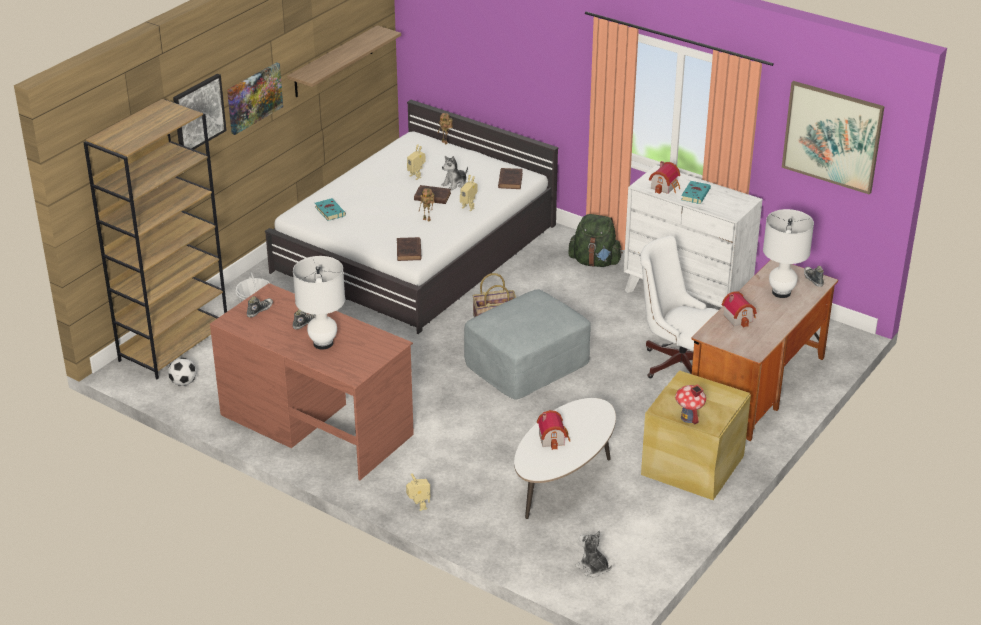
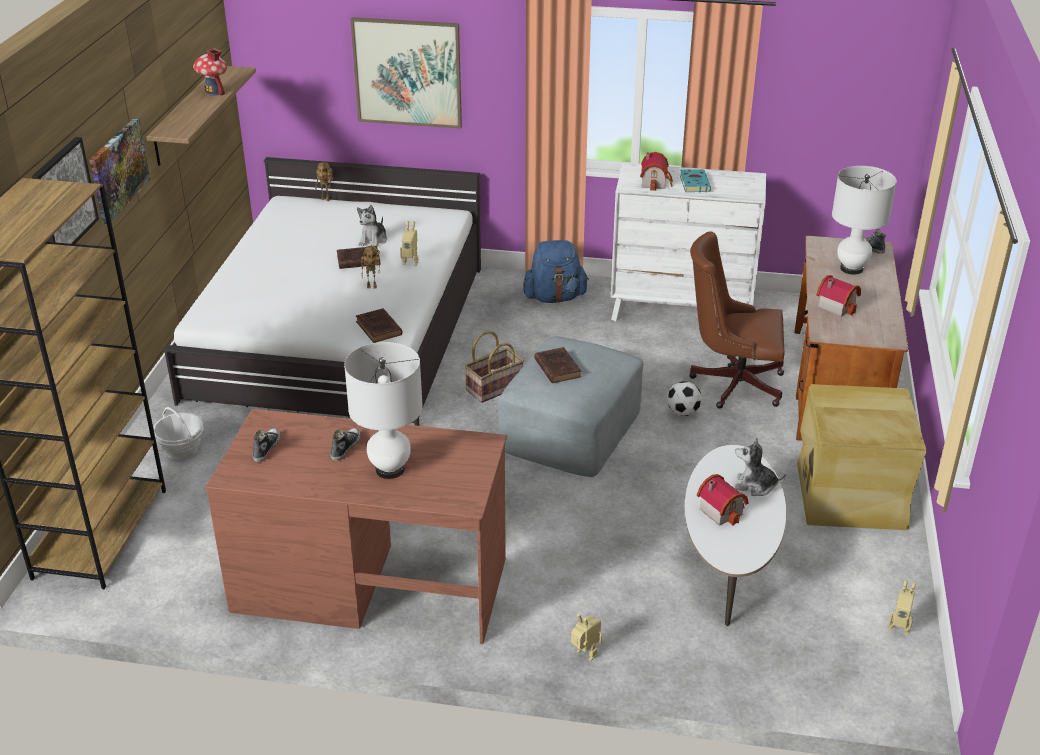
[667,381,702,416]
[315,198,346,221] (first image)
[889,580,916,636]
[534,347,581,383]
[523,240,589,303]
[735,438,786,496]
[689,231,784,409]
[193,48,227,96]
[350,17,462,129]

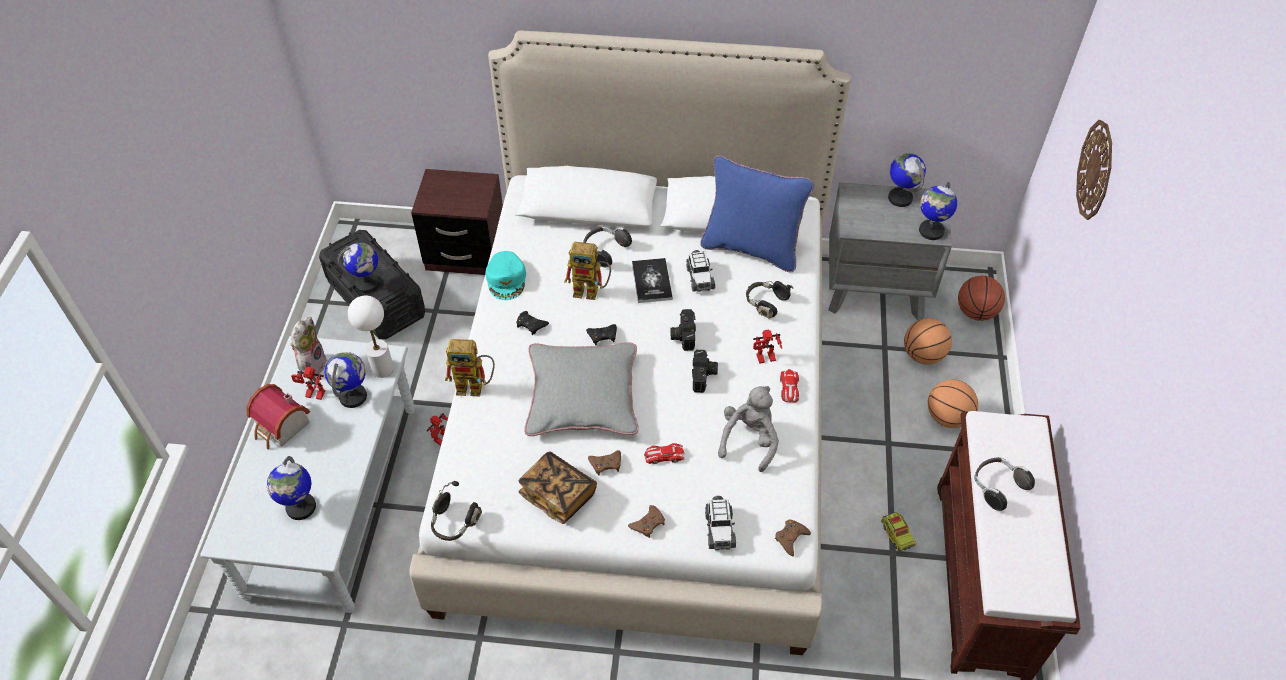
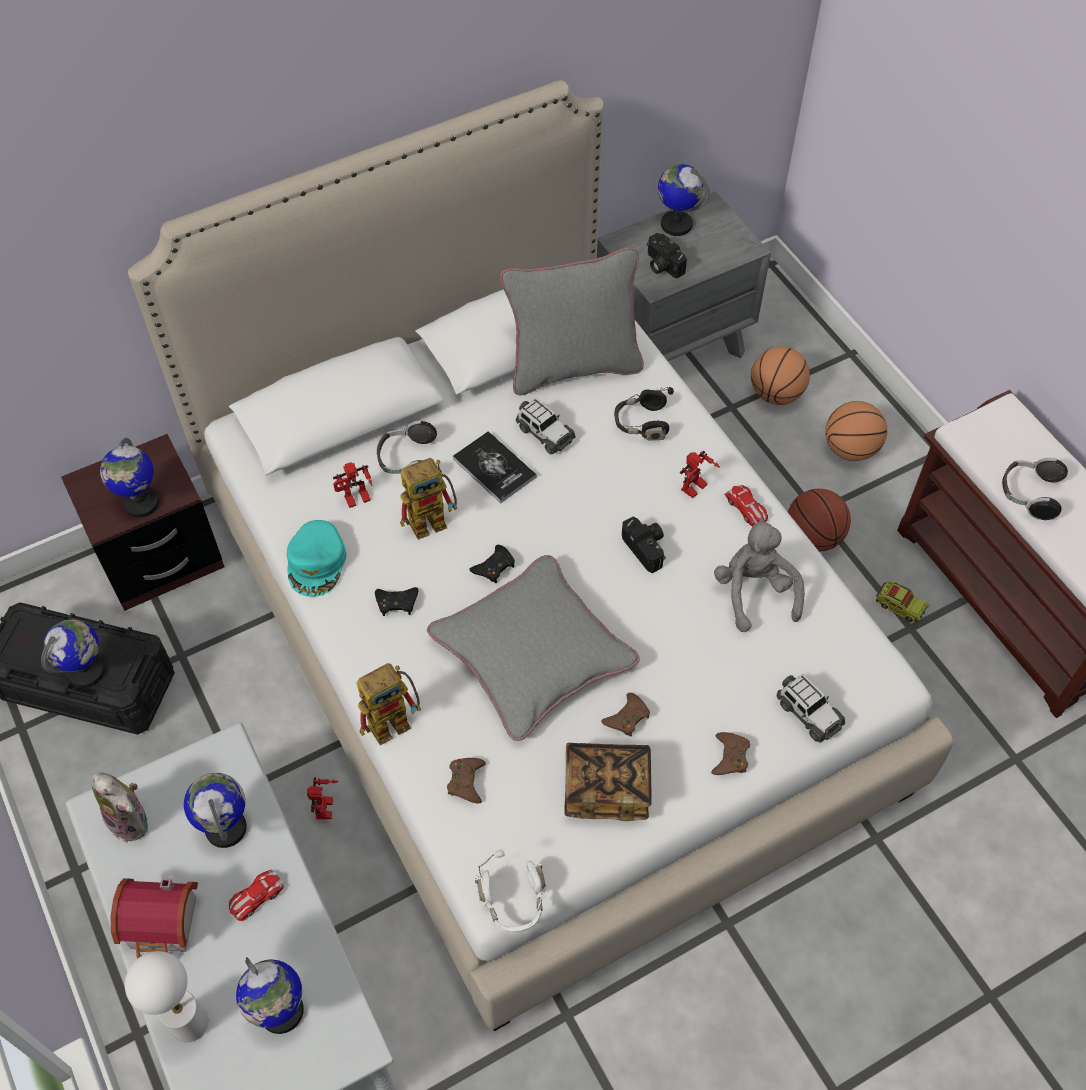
[92,772,148,843]
[333,462,373,508]
[125,951,208,1042]
[475,850,547,933]
[287,520,346,597]
[229,869,285,921]
[647,233,687,278]
[500,247,644,396]
[447,758,486,804]
[100,438,159,518]
[788,489,851,552]
[1076,120,1112,220] (first image)

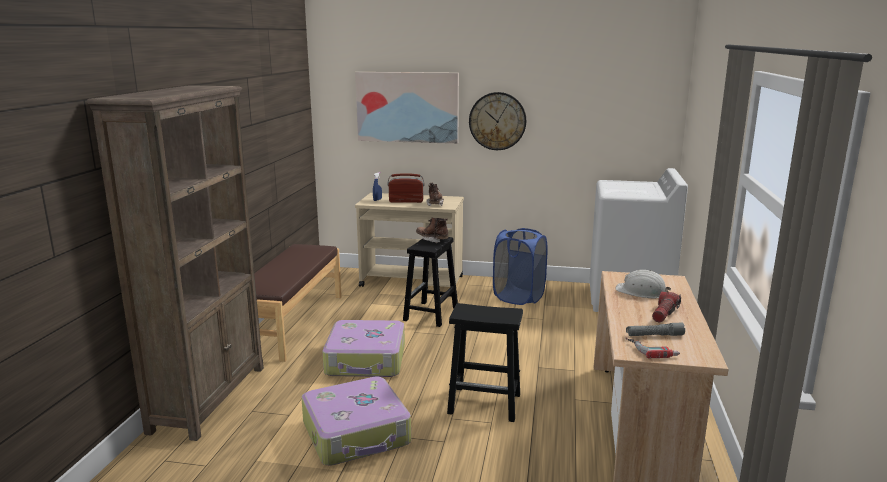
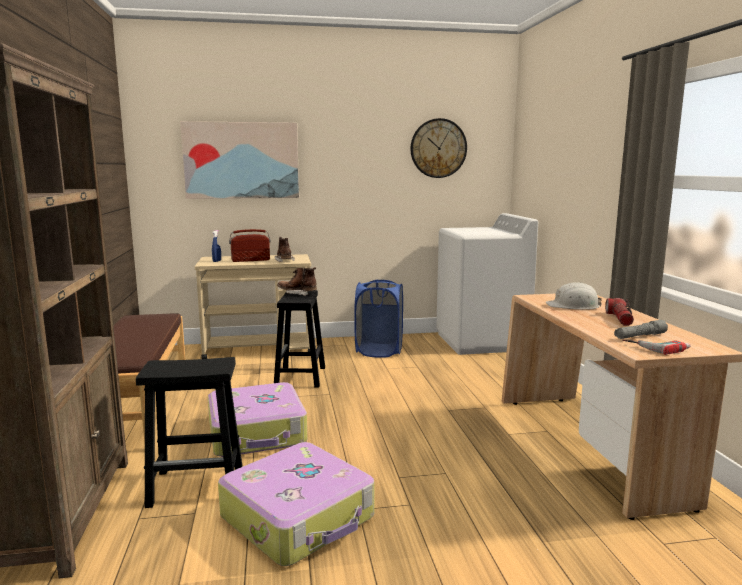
[136,357,242,508]
[411,118,467,178]

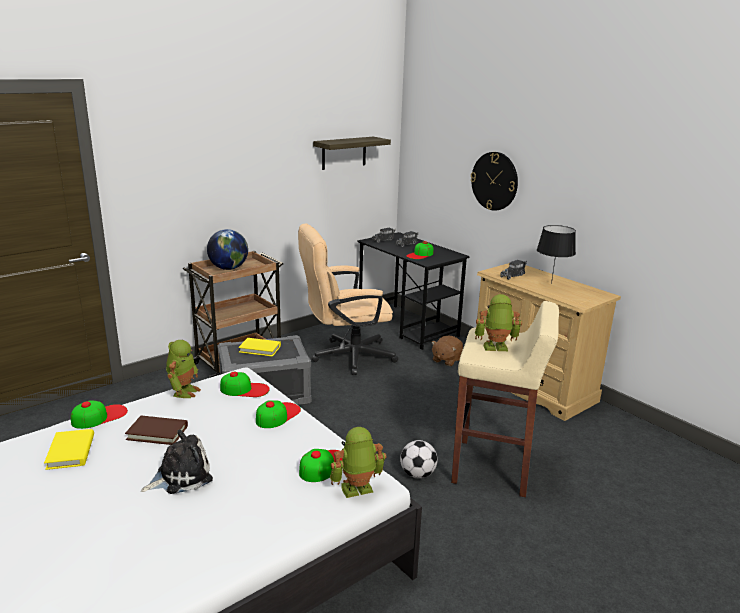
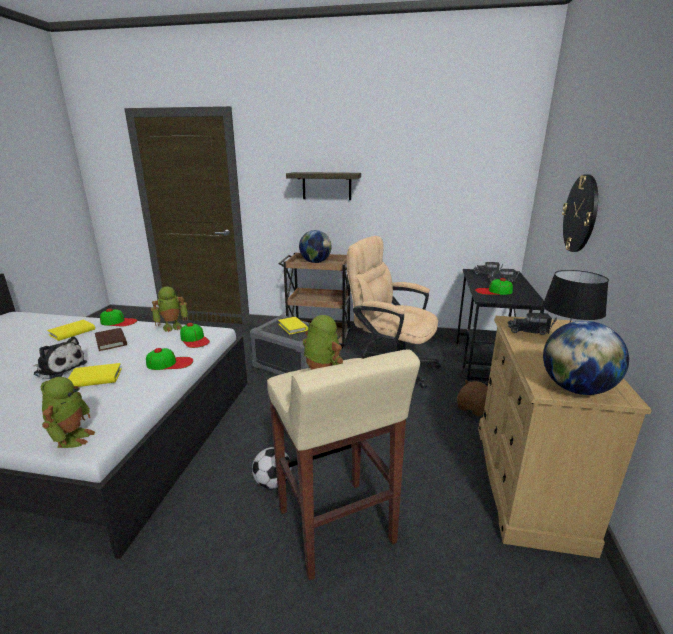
[299,449,342,482] (first image)
[286,172,361,200]
[40,377,96,448]
[457,380,488,417]
[68,363,122,387]
[543,321,629,395]

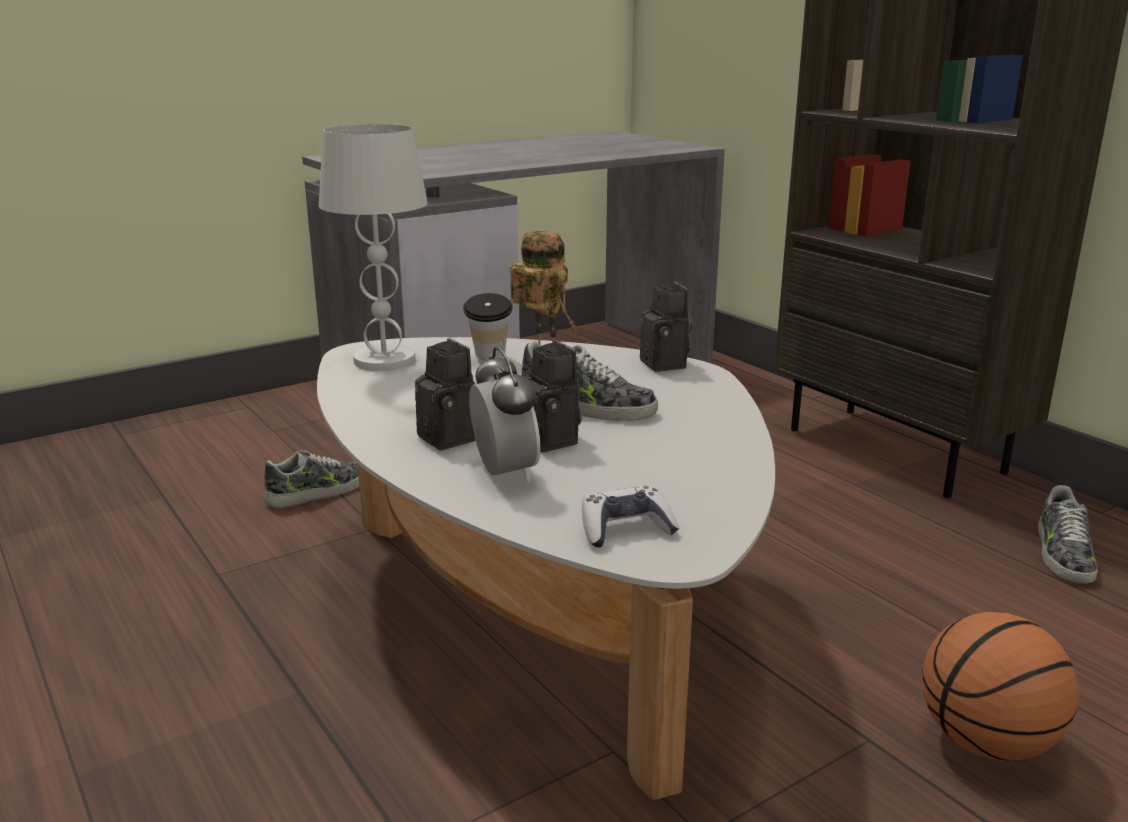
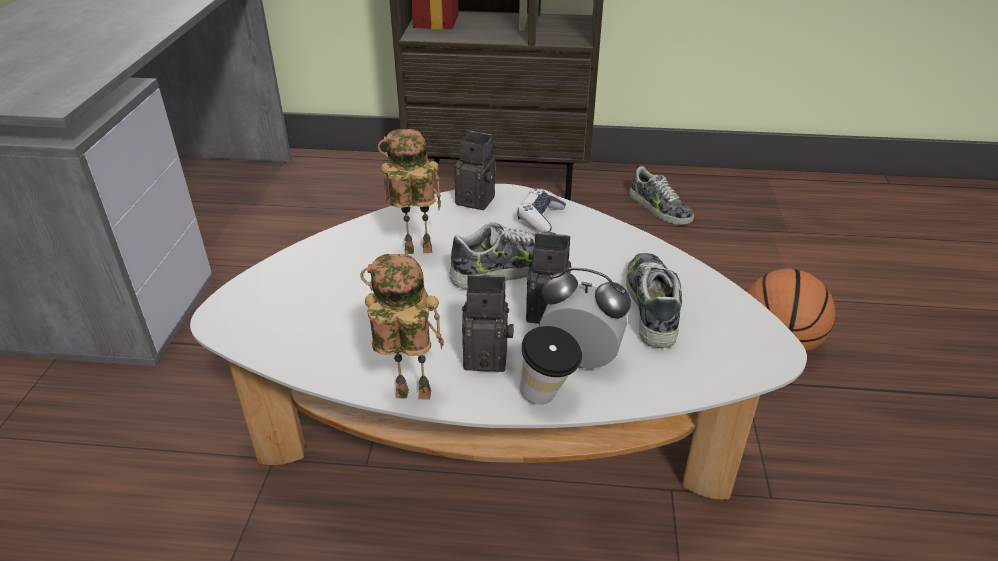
[626,253,682,348]
[319,124,428,371] (first image)
[520,326,582,405]
[517,188,566,233]
[360,254,444,400]

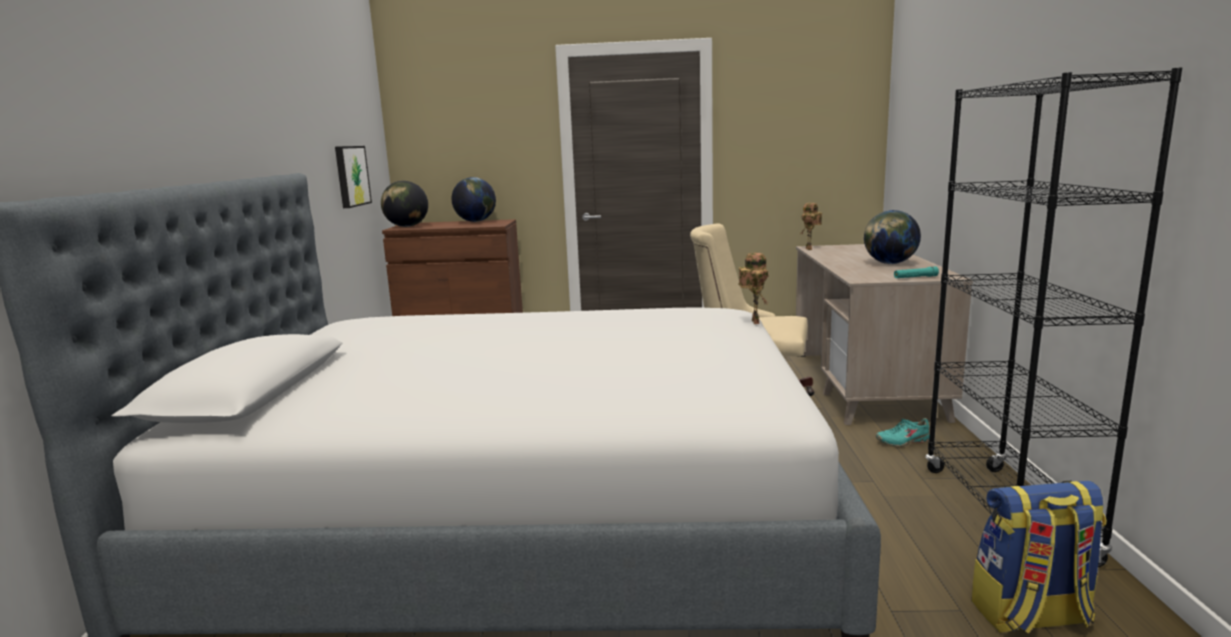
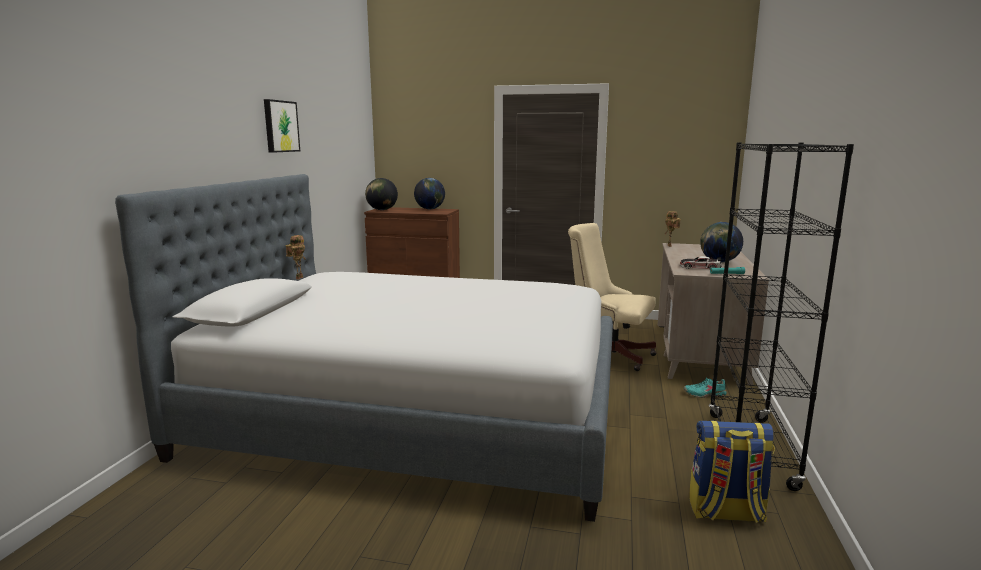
[264,99,300,153]
[285,235,306,279]
[680,256,722,269]

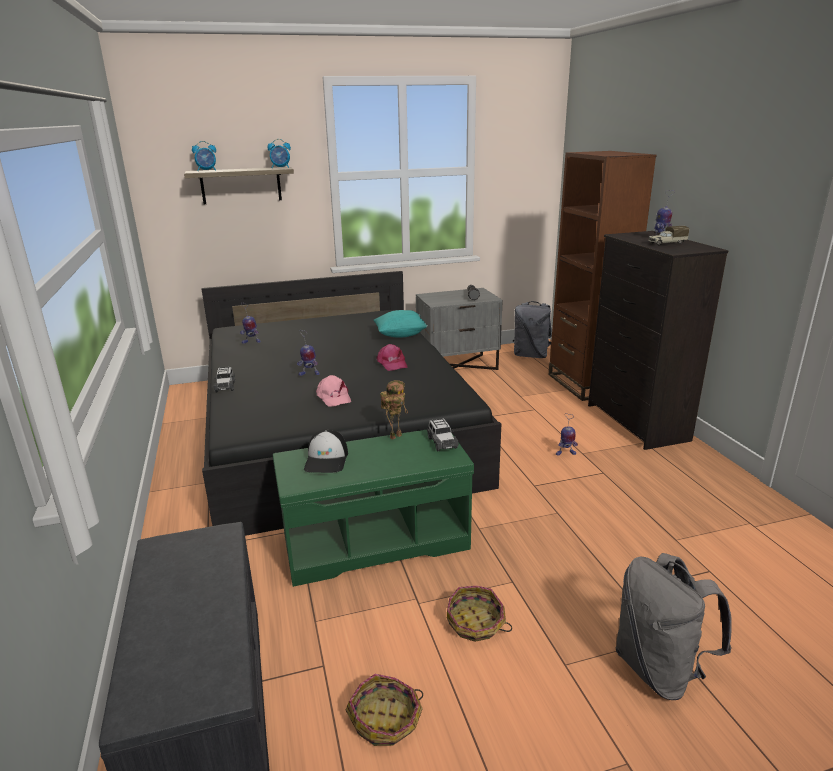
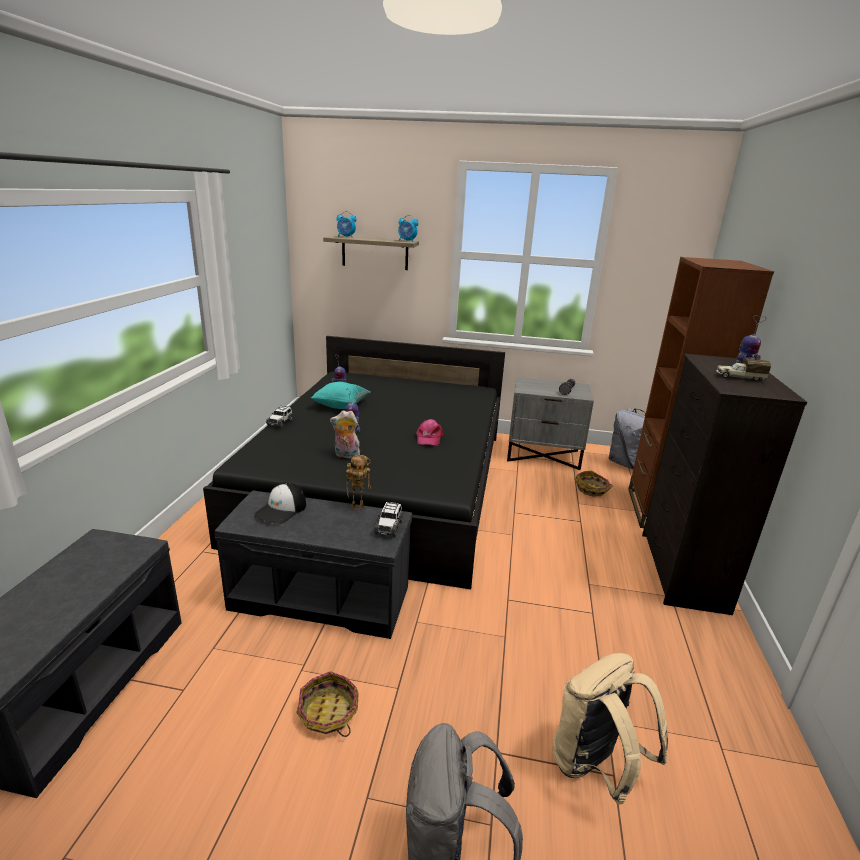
[215,491,412,639]
[330,410,360,460]
[575,471,613,497]
[311,382,371,409]
[556,413,578,456] (first image)
[553,653,668,804]

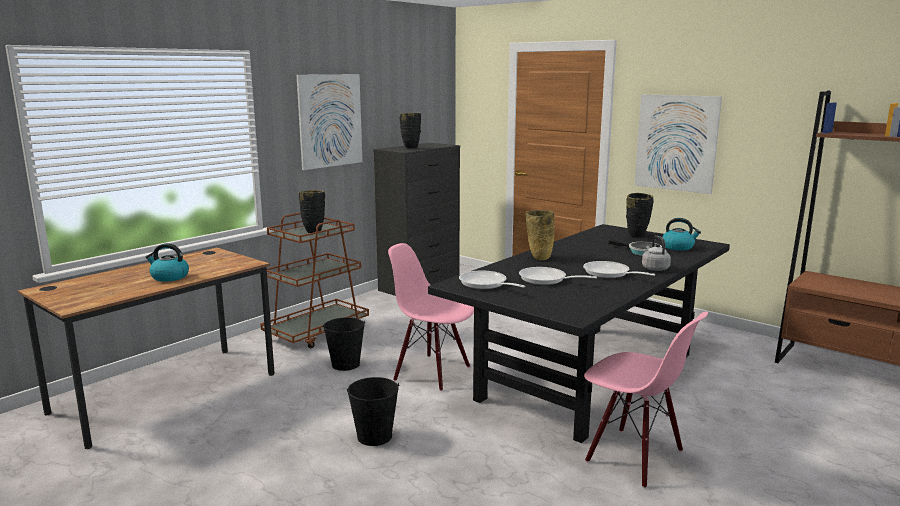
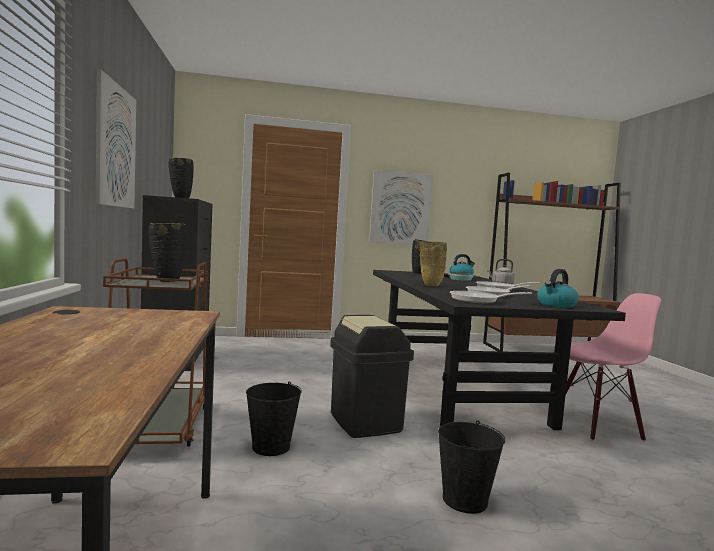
[537,269,579,308]
[330,315,414,438]

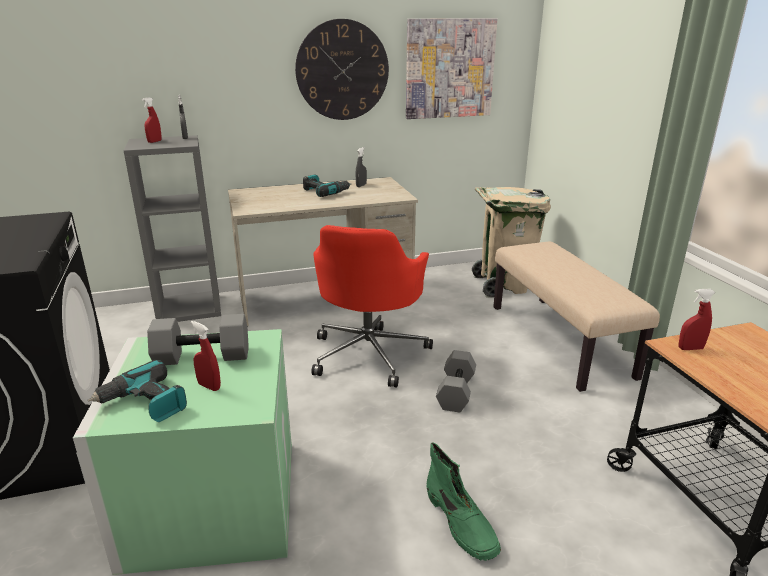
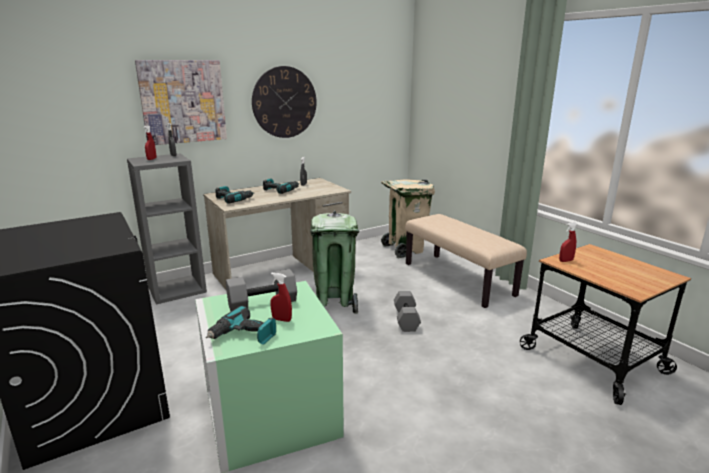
[310,210,359,314]
[135,60,227,145]
[427,442,501,561] (first image)
[215,186,254,204]

